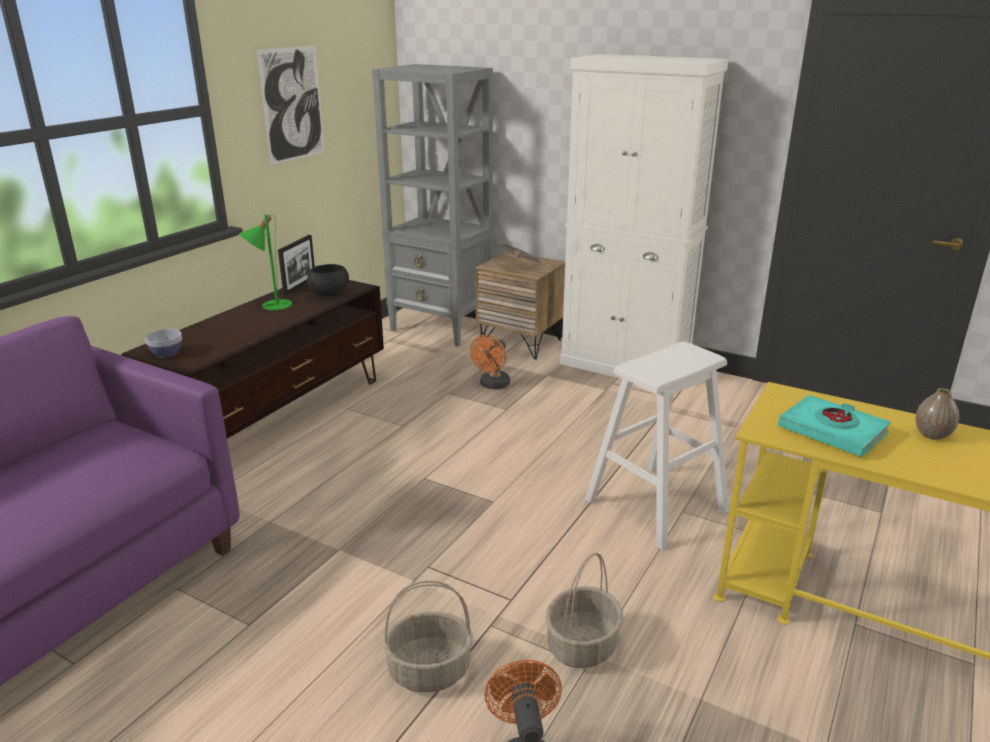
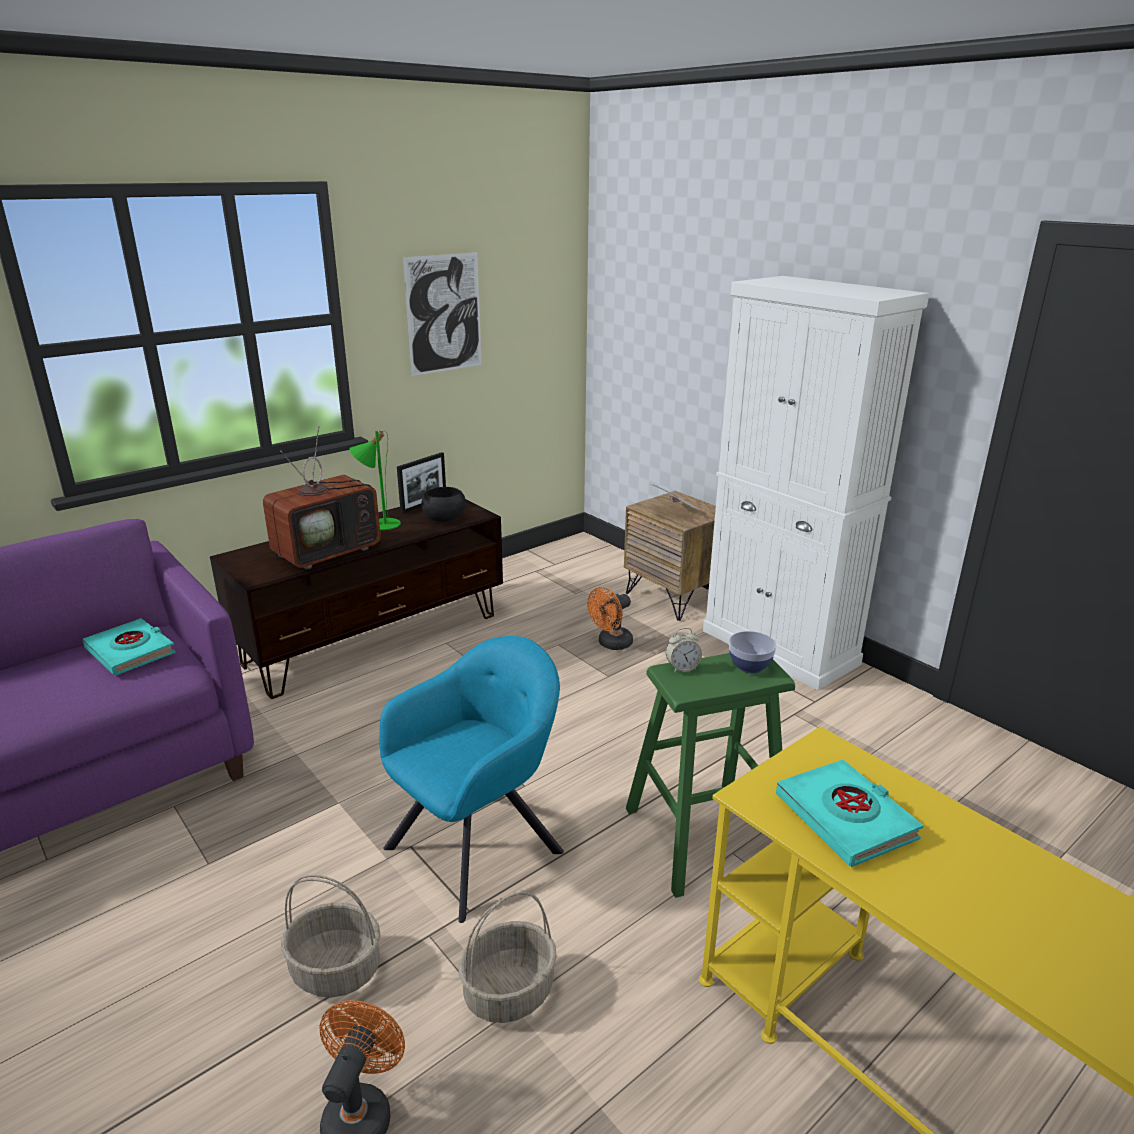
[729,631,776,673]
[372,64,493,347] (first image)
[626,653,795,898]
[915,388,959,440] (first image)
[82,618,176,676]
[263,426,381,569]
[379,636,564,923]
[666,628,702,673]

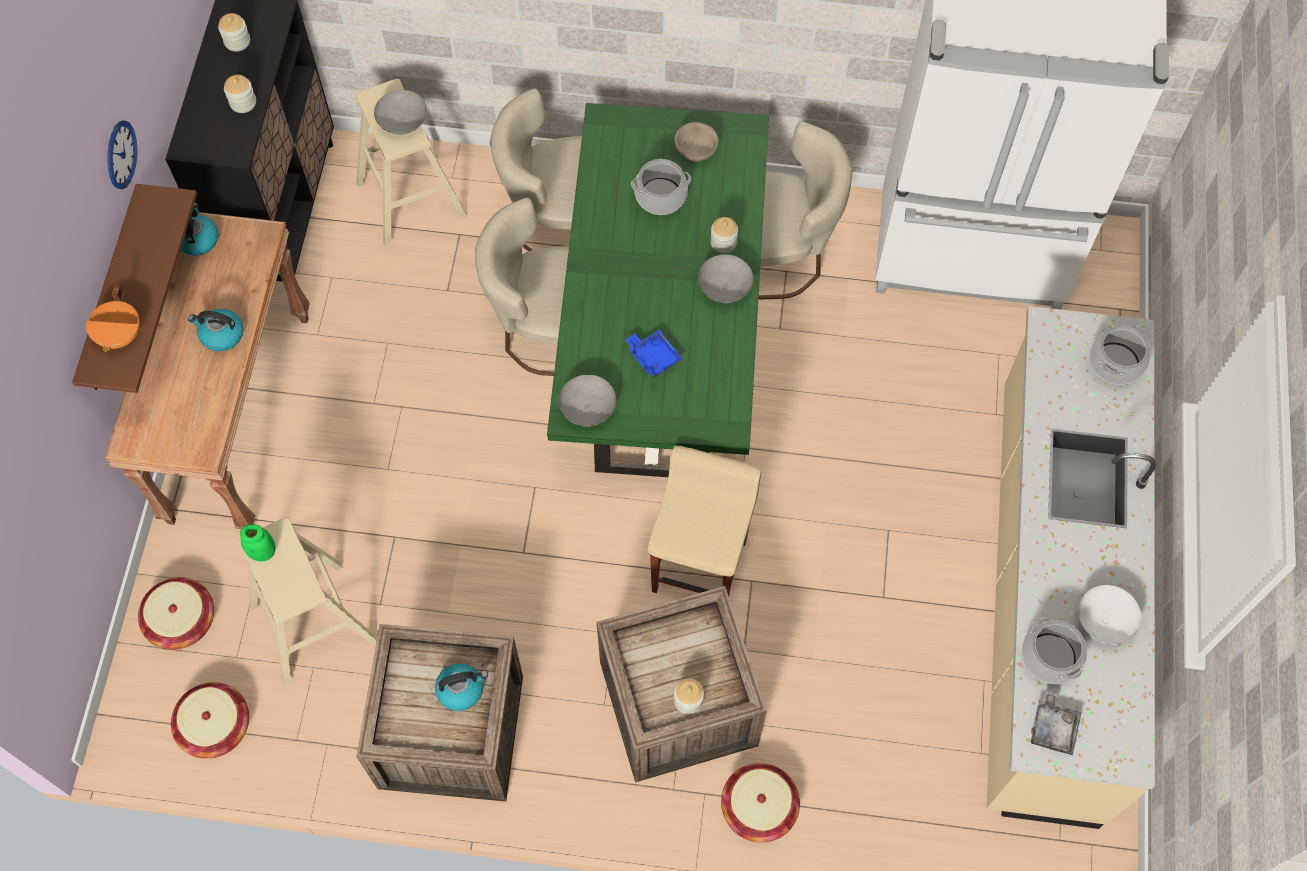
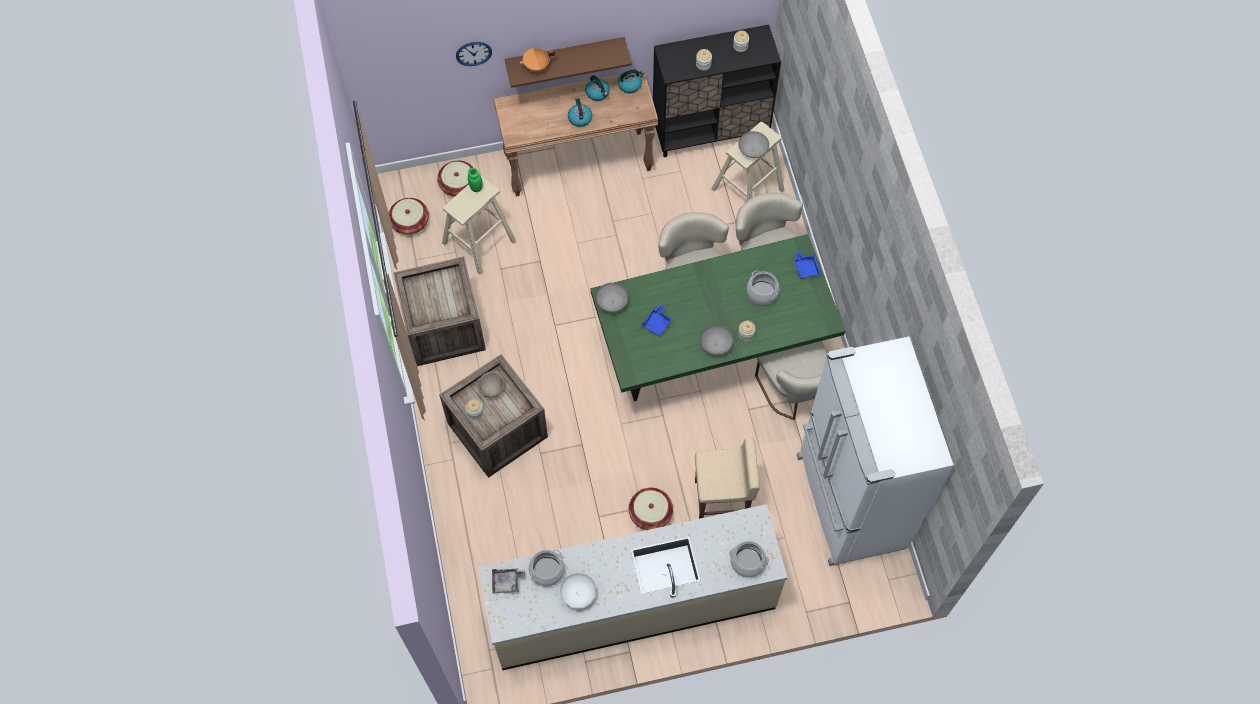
[456,42,492,66]
[585,75,610,101]
[695,438,760,519]
[478,371,505,398]
[629,488,673,530]
[794,252,821,279]

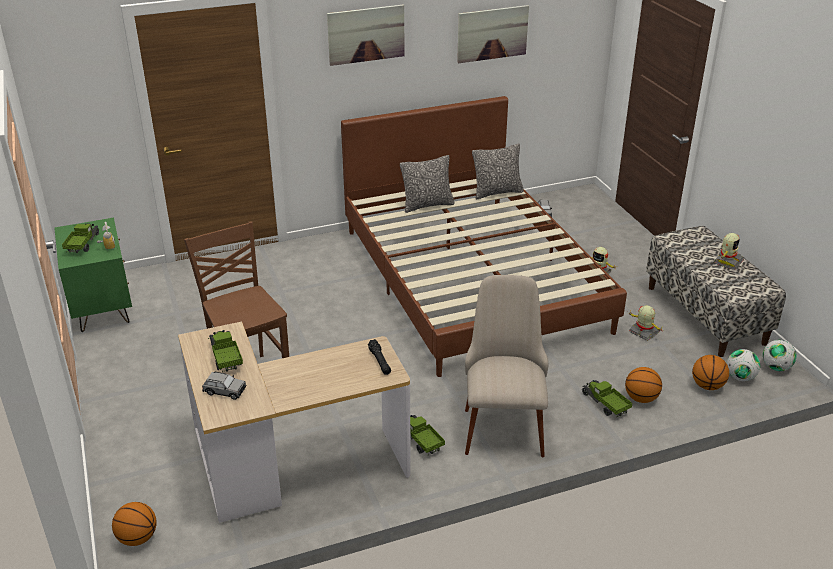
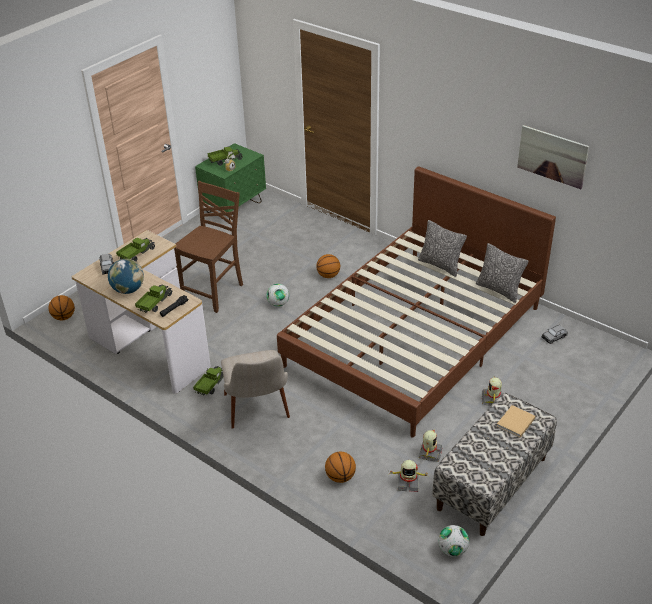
[327,5,405,66] (first image)
[221,350,290,429]
[135,284,172,313]
[316,254,340,278]
[389,460,429,492]
[266,284,289,306]
[108,259,144,294]
[497,405,535,437]

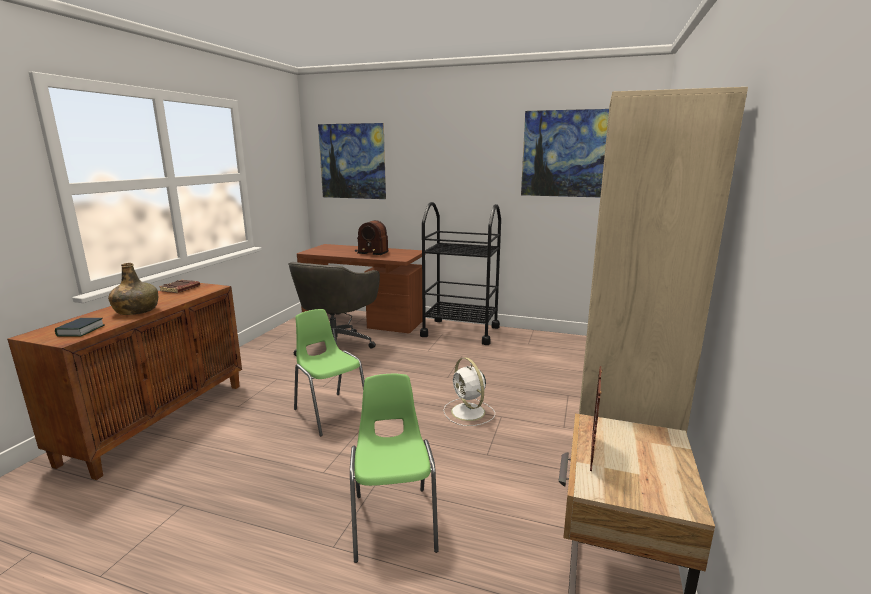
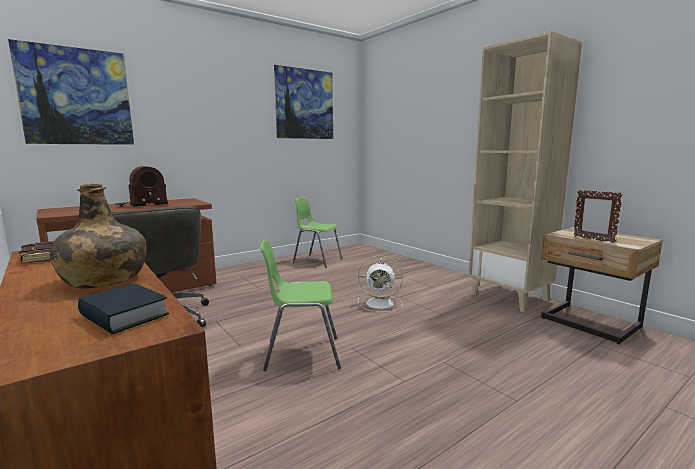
[293,197,342,268]
[420,202,501,345] (first image)

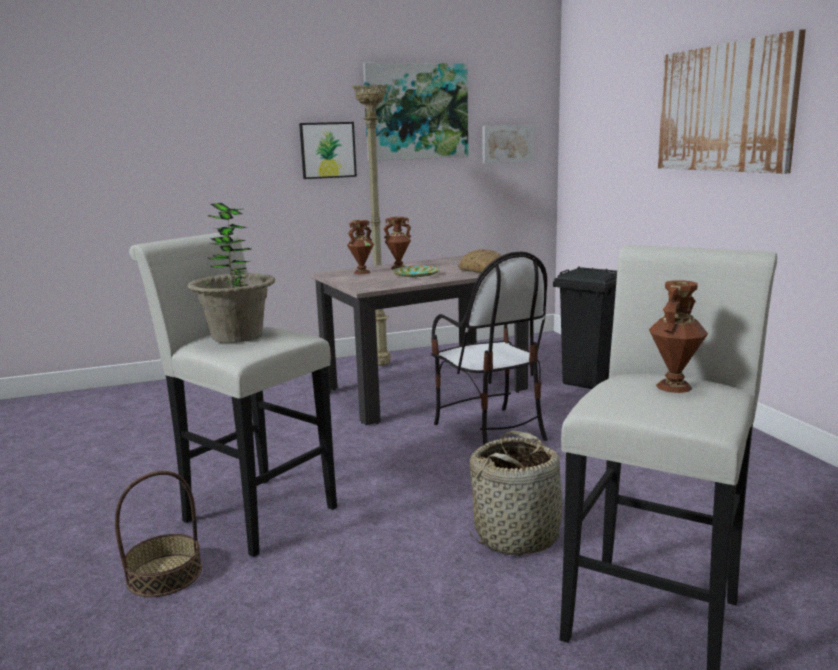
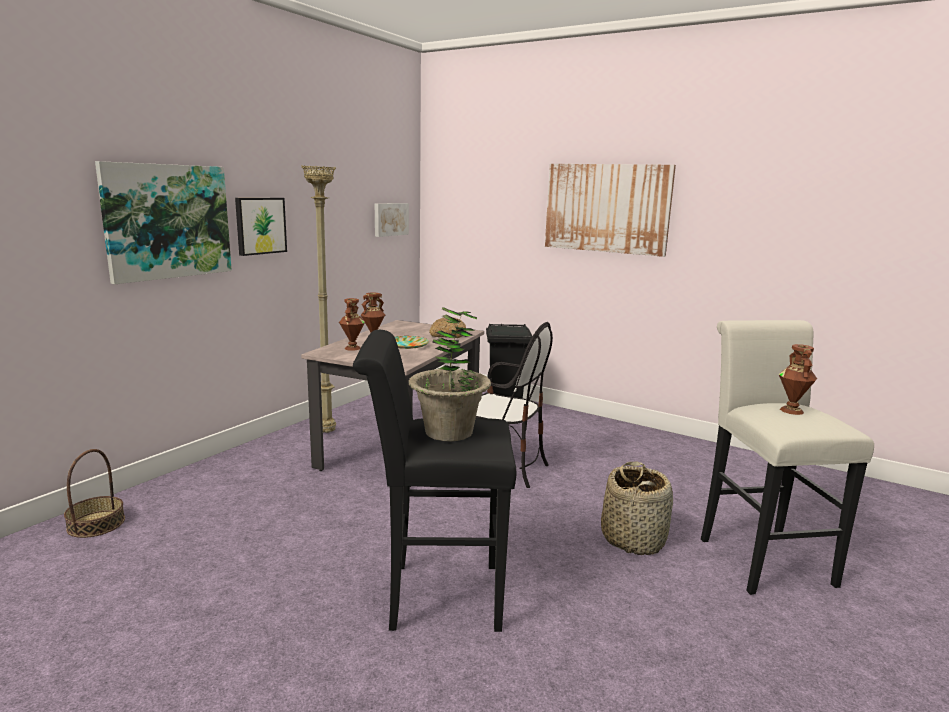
[64,449,125,538]
[353,330,516,632]
[95,161,232,284]

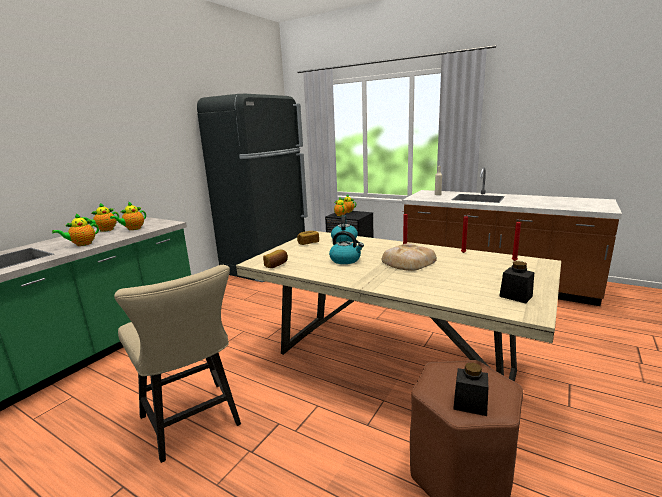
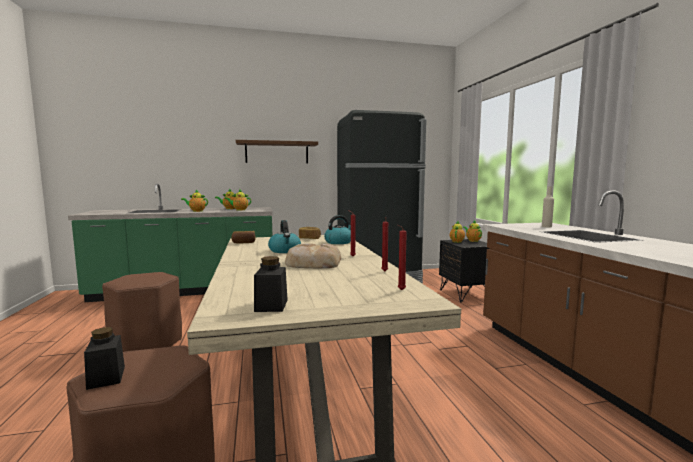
[102,272,182,352]
[236,140,318,163]

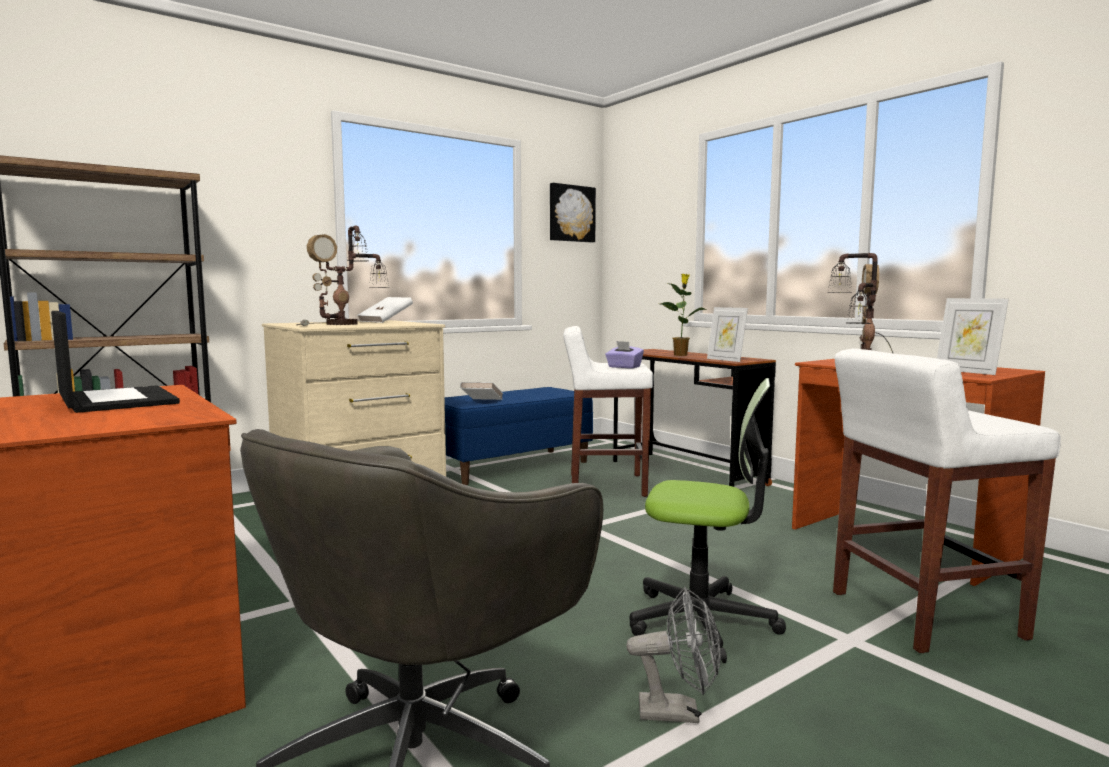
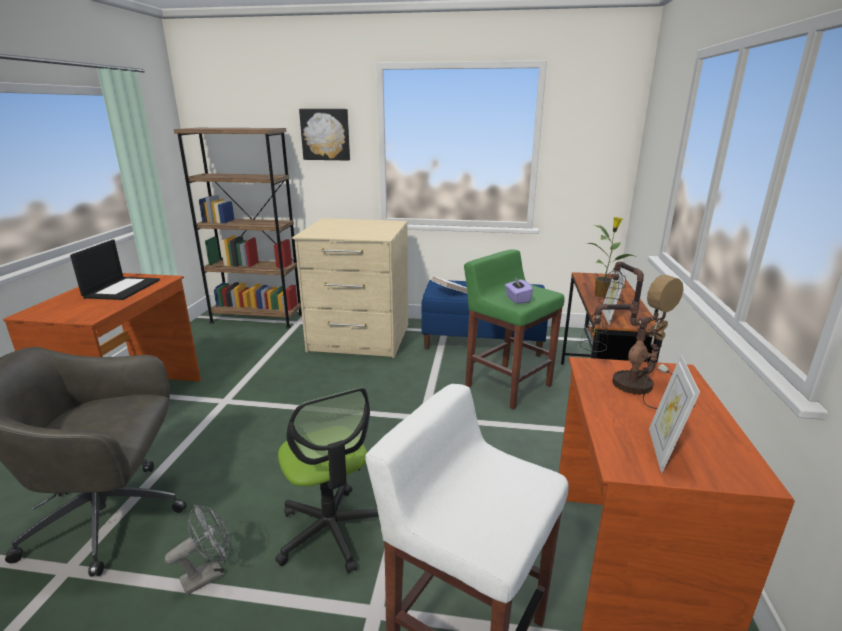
[296,225,389,326] (first image)
[357,297,413,323] (first image)
[299,109,350,160]
[464,250,565,410]
[165,504,231,595]

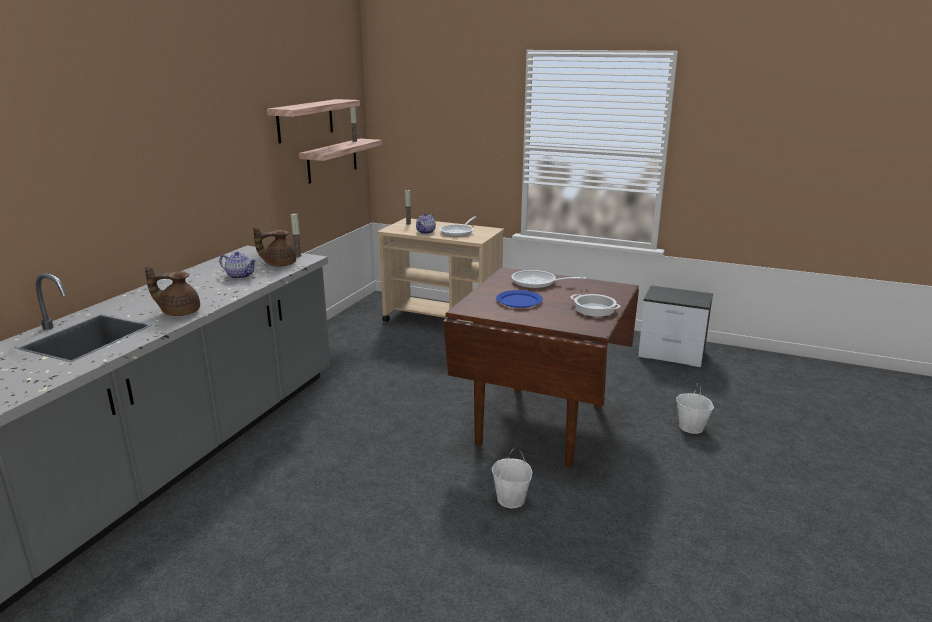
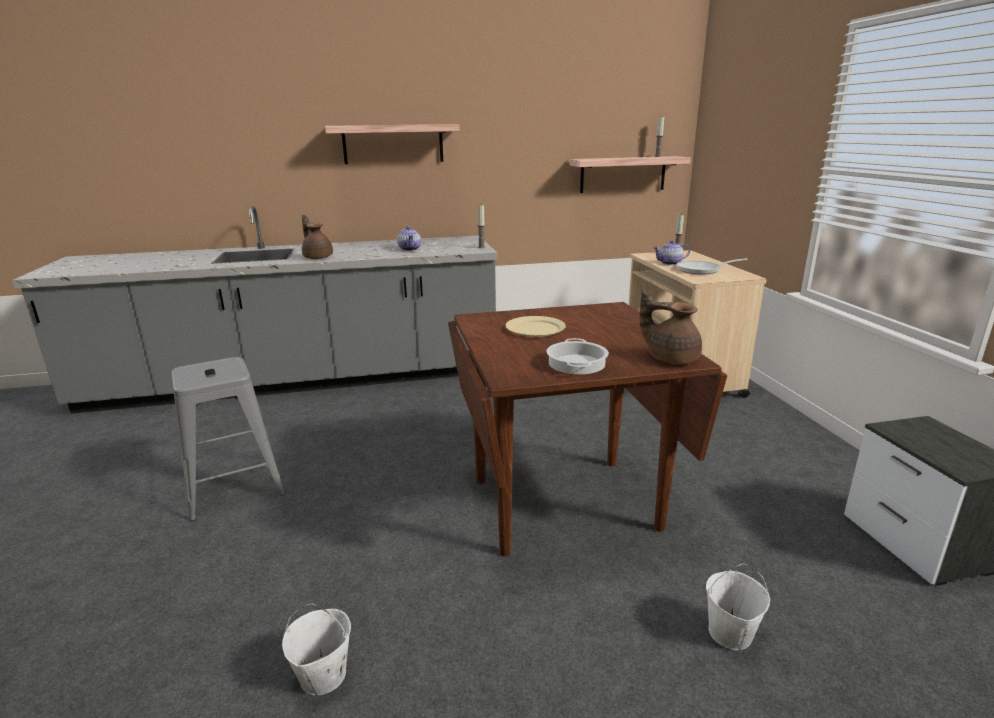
[639,289,702,364]
[325,124,460,164]
[282,603,351,695]
[505,316,566,337]
[511,270,587,288] (first image)
[171,357,285,521]

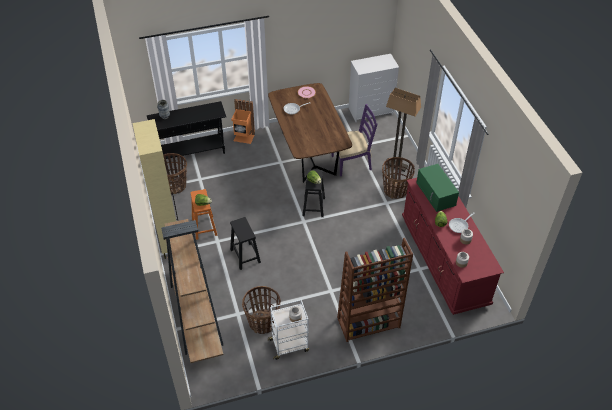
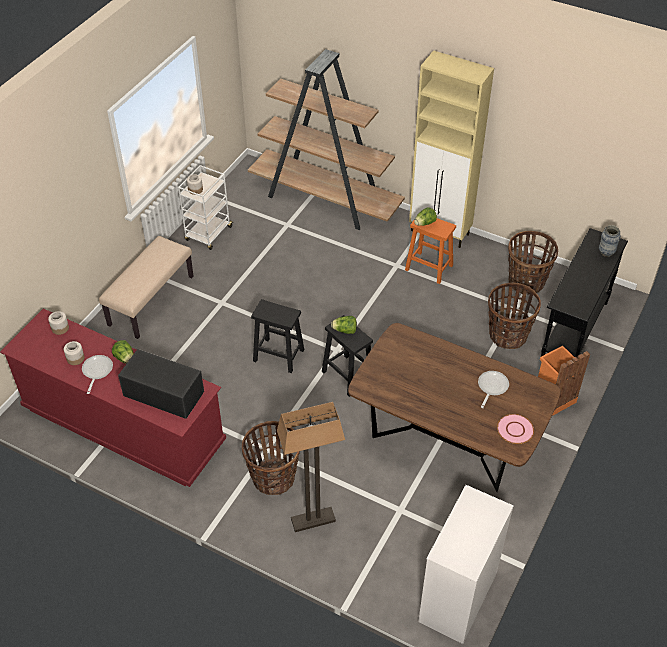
[251,299,304,373]
[488,283,541,349]
[331,104,377,176] (first image)
[99,236,194,339]
[118,349,204,419]

